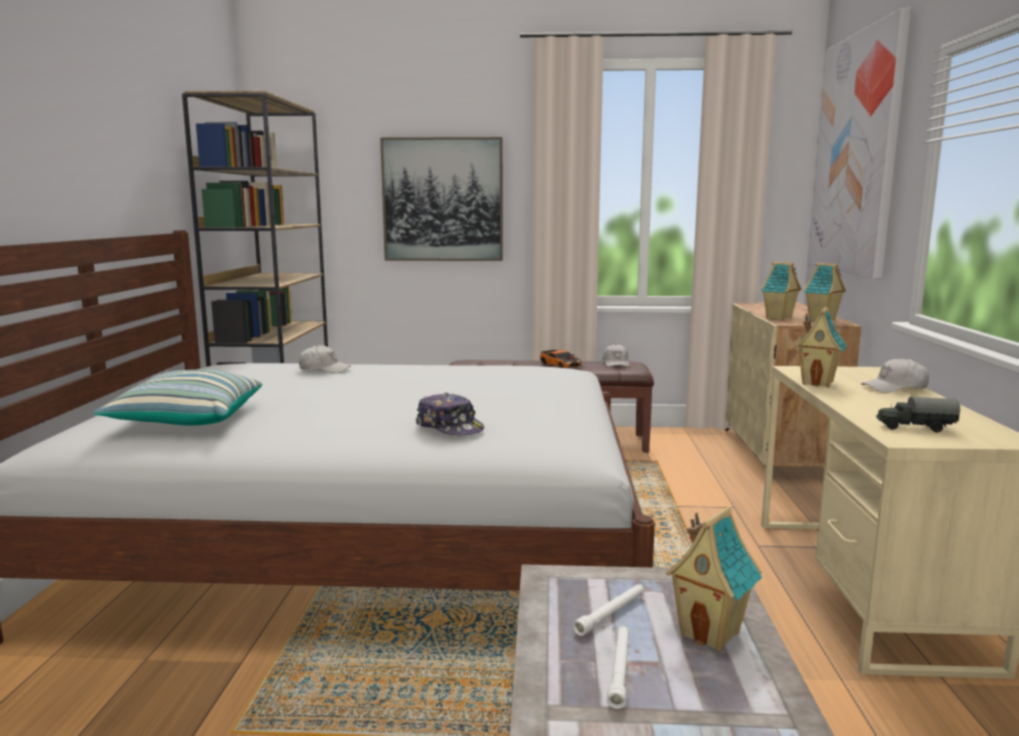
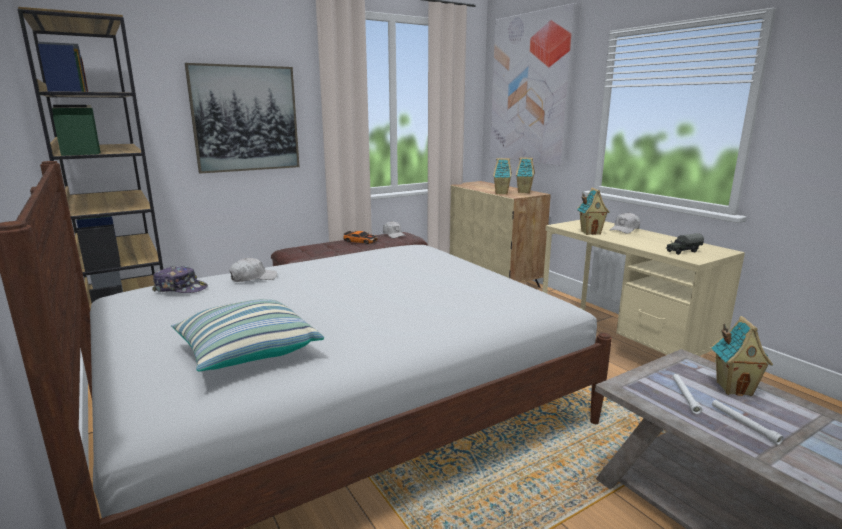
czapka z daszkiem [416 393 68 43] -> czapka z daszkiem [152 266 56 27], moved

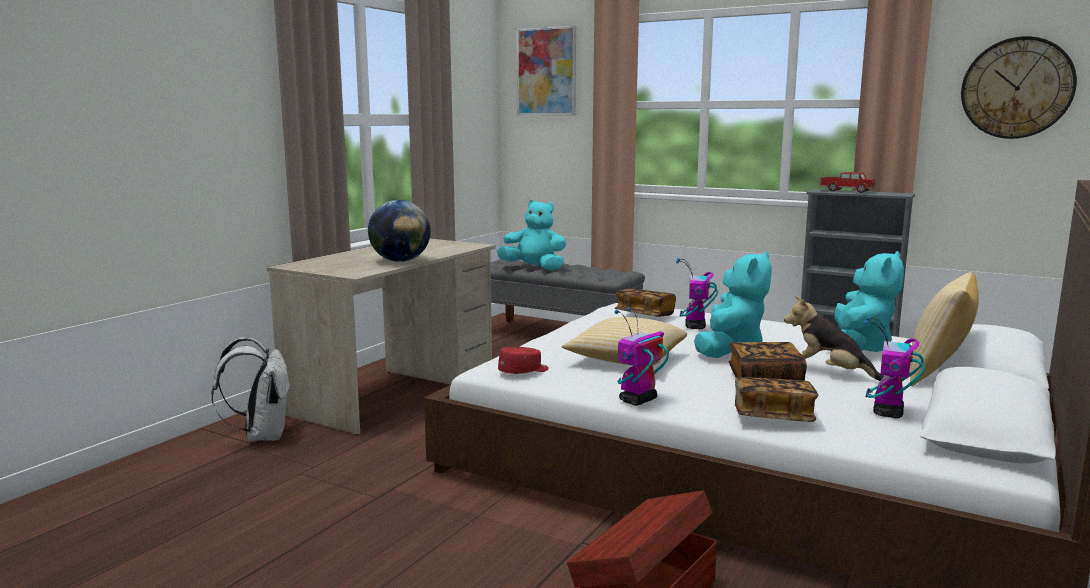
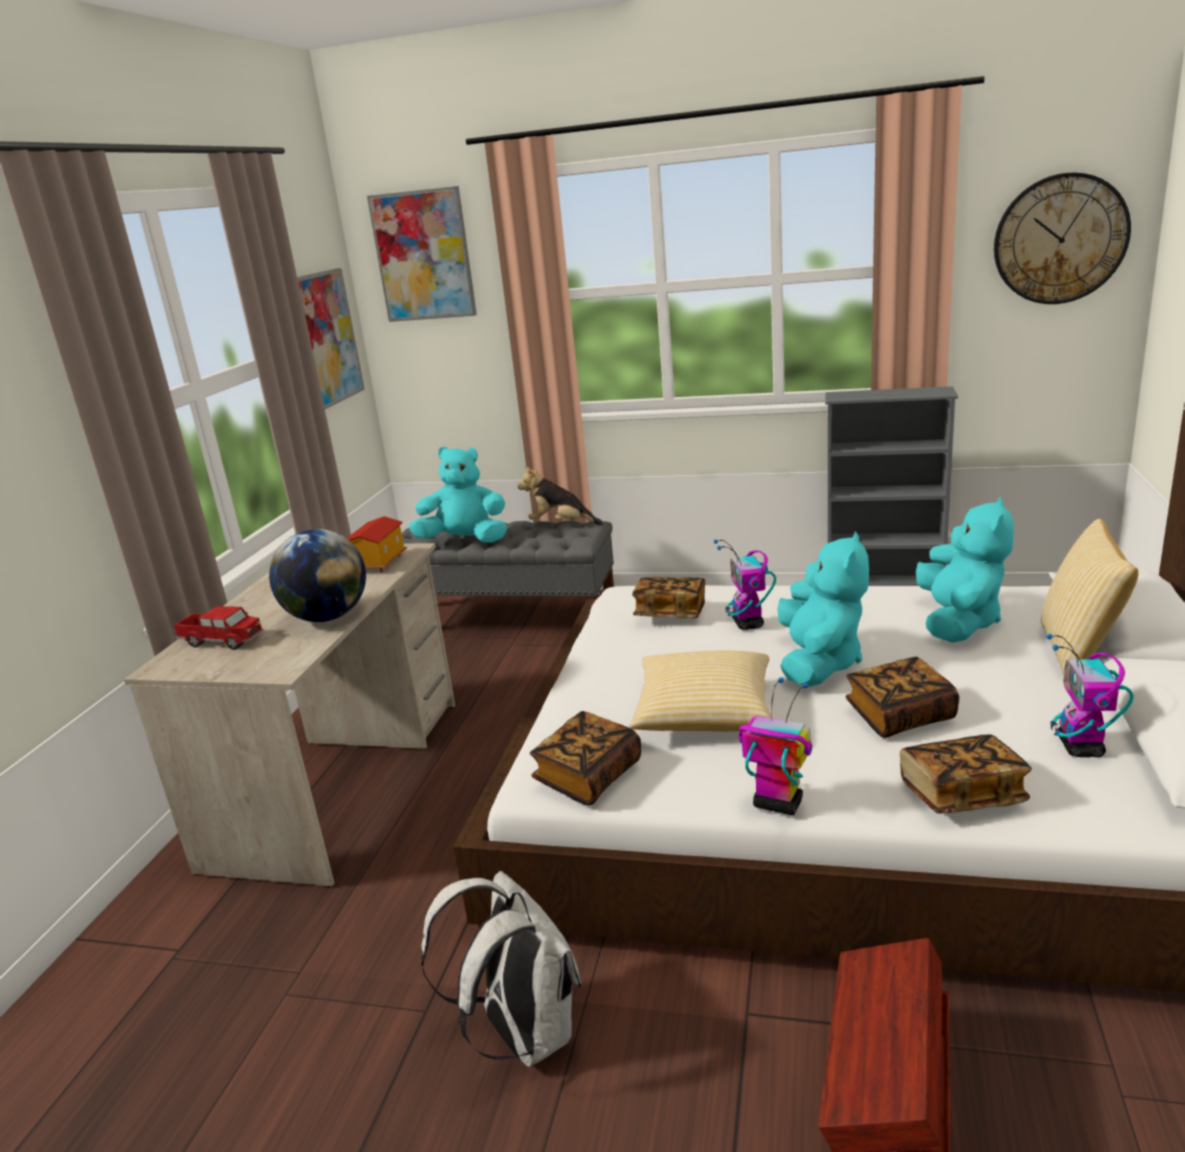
ciężarówka zabawkowa [819 172 57 21] -> ciężarówka zabawkowa [173 606 91 44], moved
none -> obraz [297 268 68 141]
none -> domek [347 516 60 57]
plecak/biały [211 337 80 104] -> plecak/biały [421 871 161 196], moved
pluszak [784 296 101 85] -> pluszak [518 466 85 59], moved
czapka z daszkiem/czerwony [498 347 51 27] -> książka [530 711 111 95]
robot zabawkowy [614 307 55 99] -> robot zabawkowy [739 677 73 138], 90 degrees clockwise

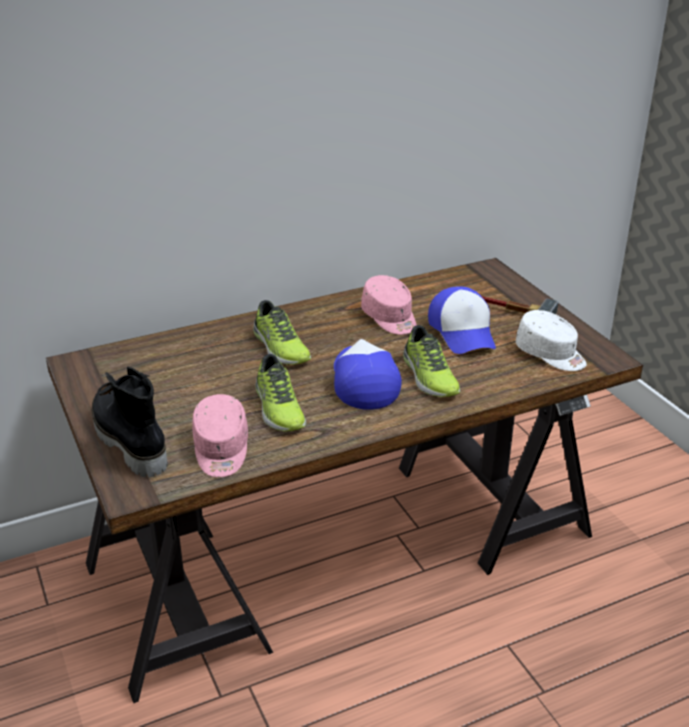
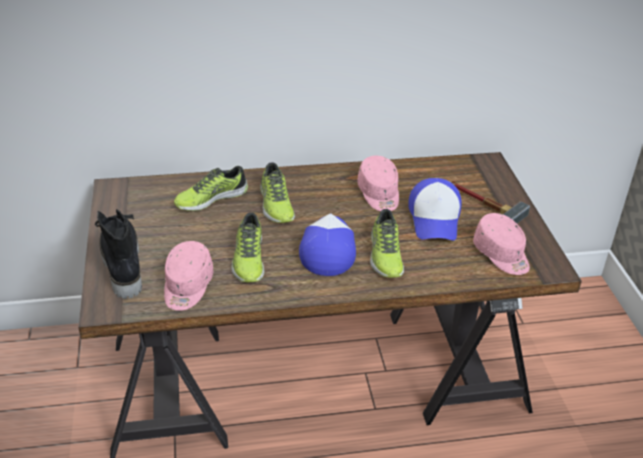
none -> but [174 166 74 45]
czapka z daszkiem/biały [516 310 71 61] -> czapka z daszkiem/różowy [473 213 57 62]

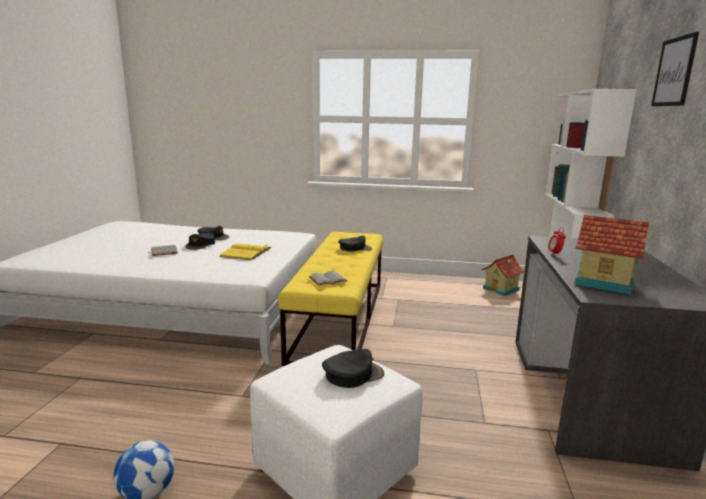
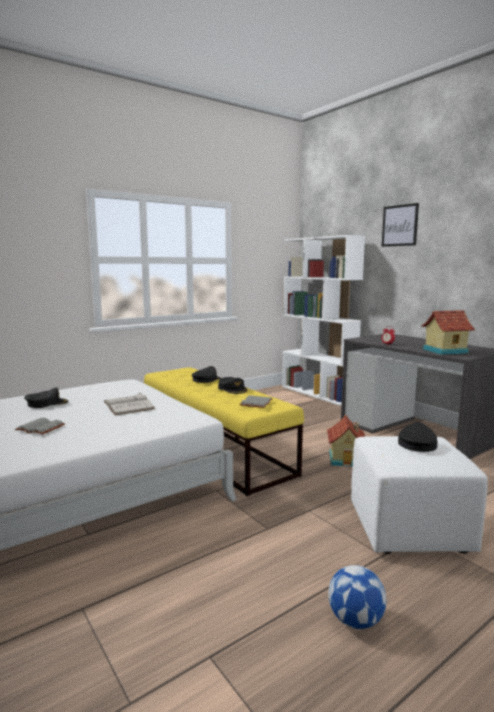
książka/żółty [219 244 52 17] -> książka/biały [104 393 51 23]
czapka z daszkiem/czarny [186 233 29 17] -> czapka z daszkiem/czarny [218 377 29 17], moved
domek [482 255 42 41] -> domek [327 415 38 52], moved

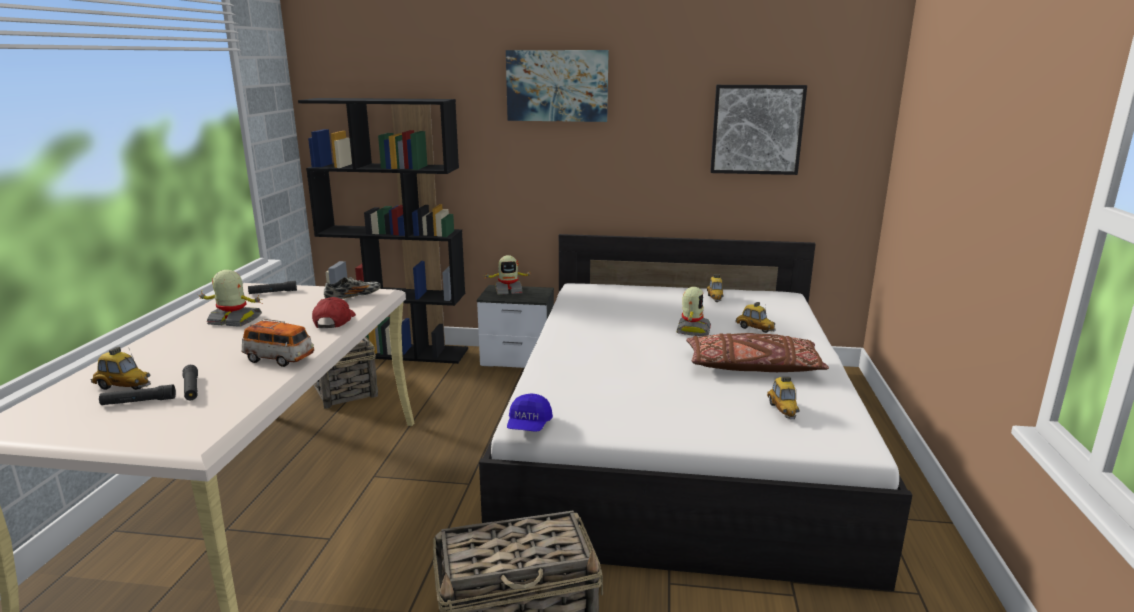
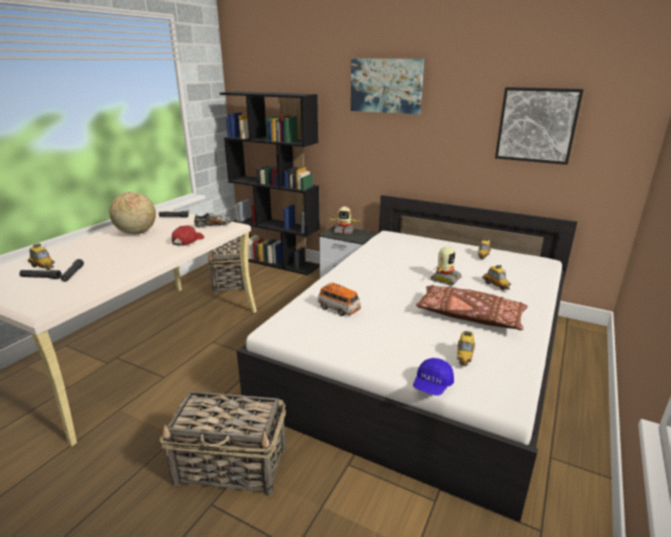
robot zabawkowy [198 270 65 57] -> globus [109 192 47 43]
samochodzik [241 319 73 48] -> samochodzik [318 282 43 34], moved
czapka z daszkiem/niebieski [507 393 46 39] -> czapka z daszkiem/niebieski [413 358 41 38], moved

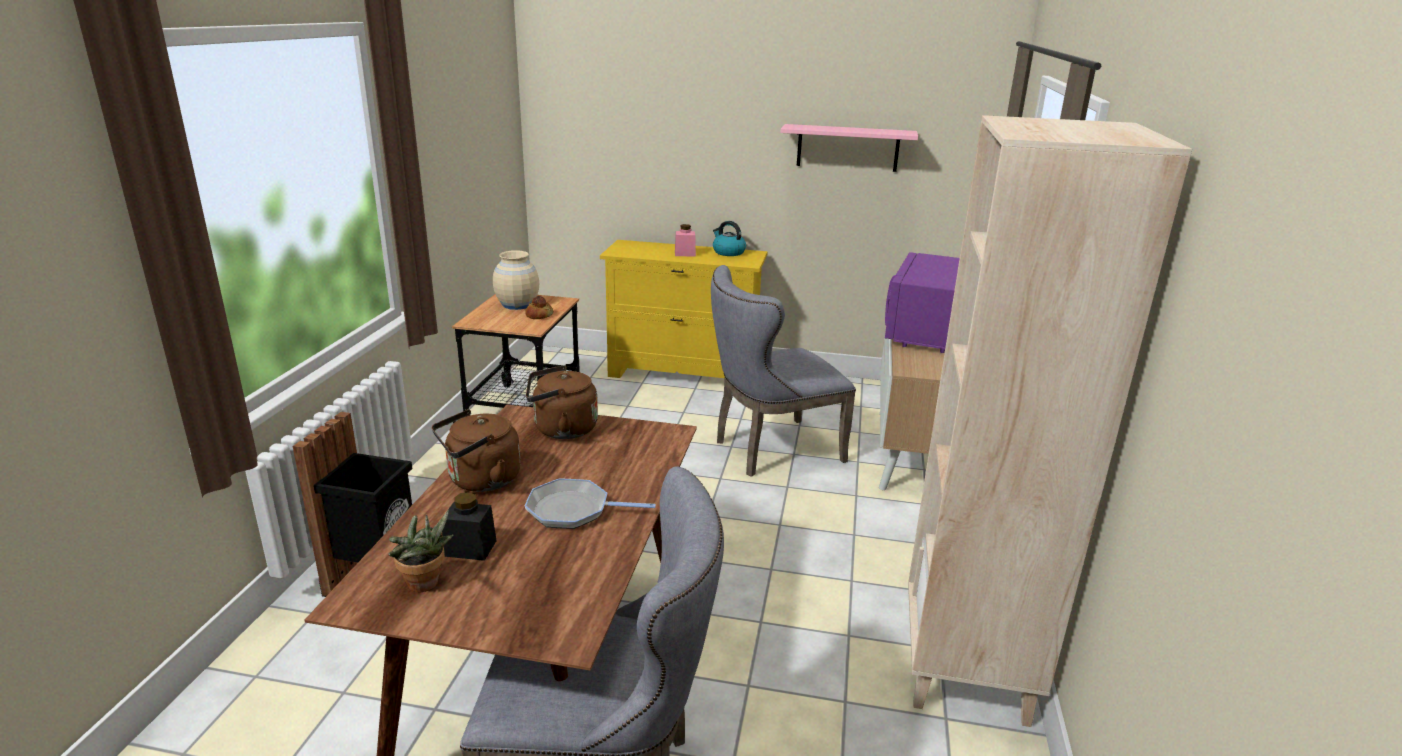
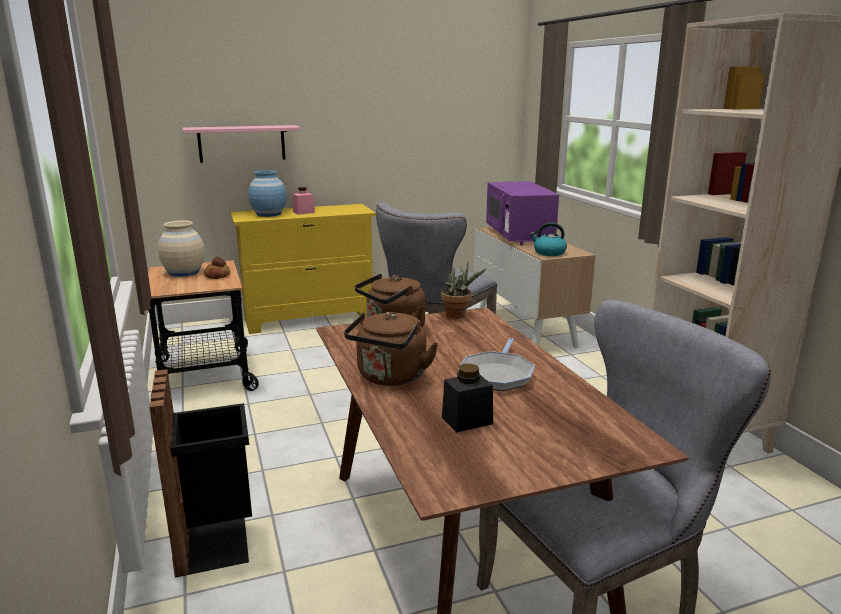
półka/różowy [780 124 138 48] -> półka/różowy [183 125 118 38], moved
none -> wazon/niebieski [248 170 39 47]
roślina doniczkowa [388 510 66 82] -> roślina doniczkowa [441 262 45 57], moved
patelnia [525 478 131 51] -> patelnia [461 338 74 53], 45 degrees counterclockwise
czajnik [713 221 33 35] -> czajnik [530 223 37 33], moved

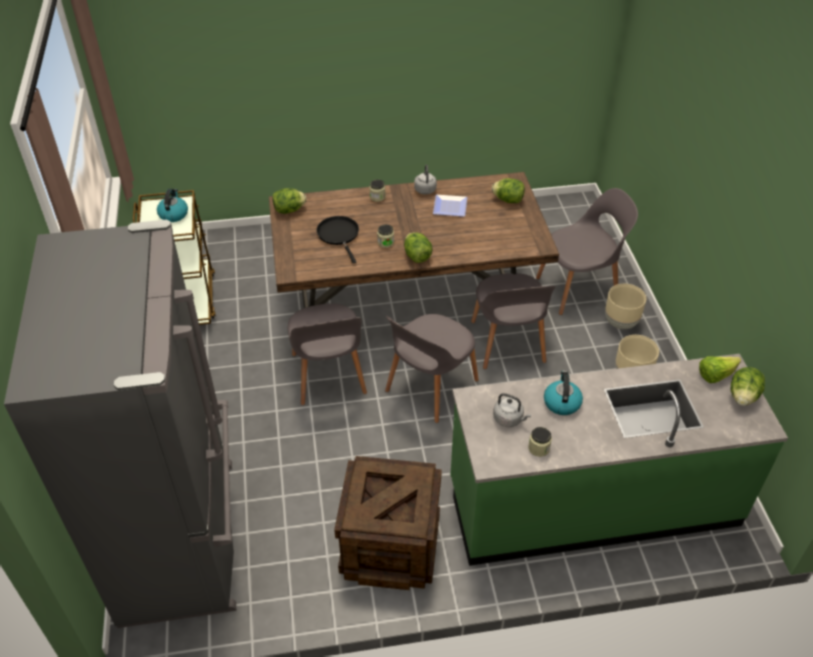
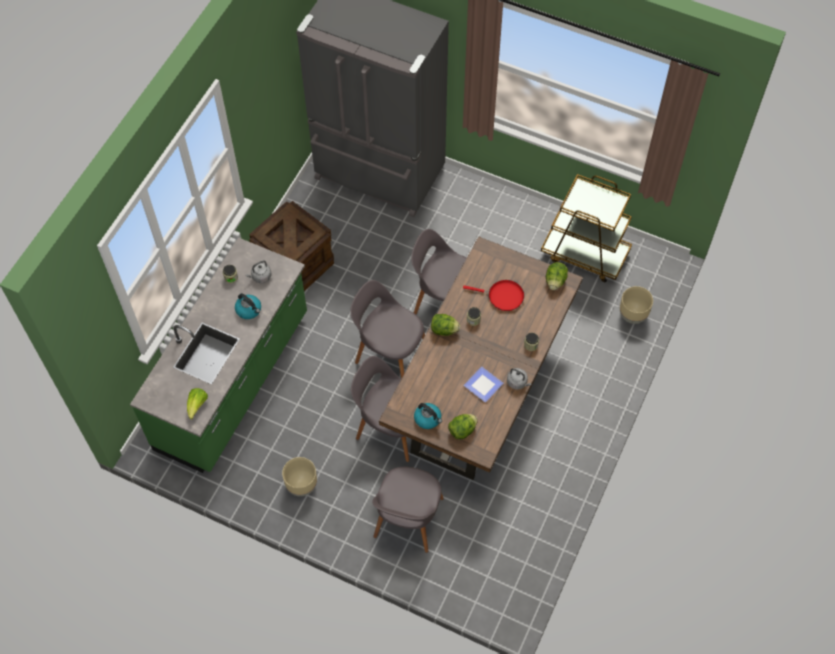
krzesło/szary [385 314 94 109] -> krzesło/szary [350 280 75 99], 45 degrees counterclockwise
czajnik [157 189 31 33] -> czajnik [414 403 28 26], moved
patelnia/czarny [316 216 43 48] -> patelnia/czerwony [463 280 61 31]
donica/beżowy [605 284 41 45] -> donica/beżowy [620 286 33 38], moved
sałata [730 367 35 39] -> none

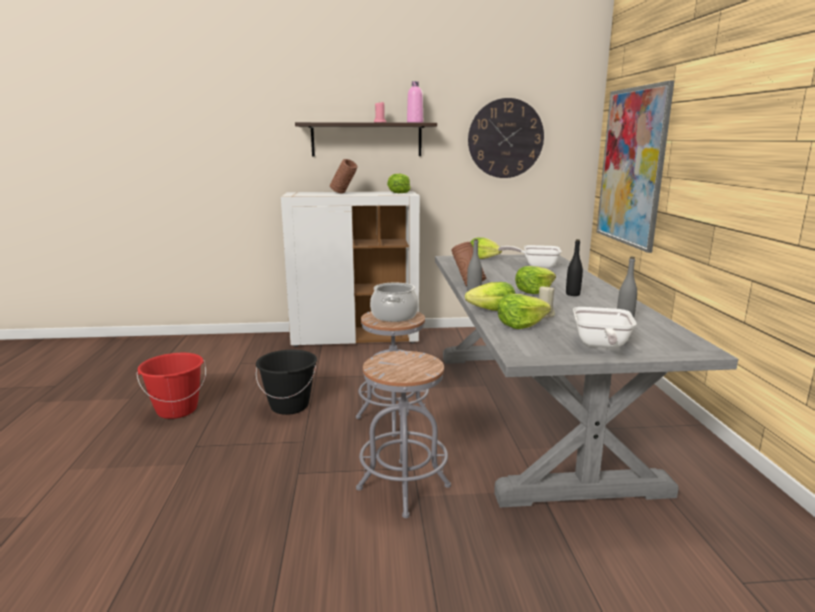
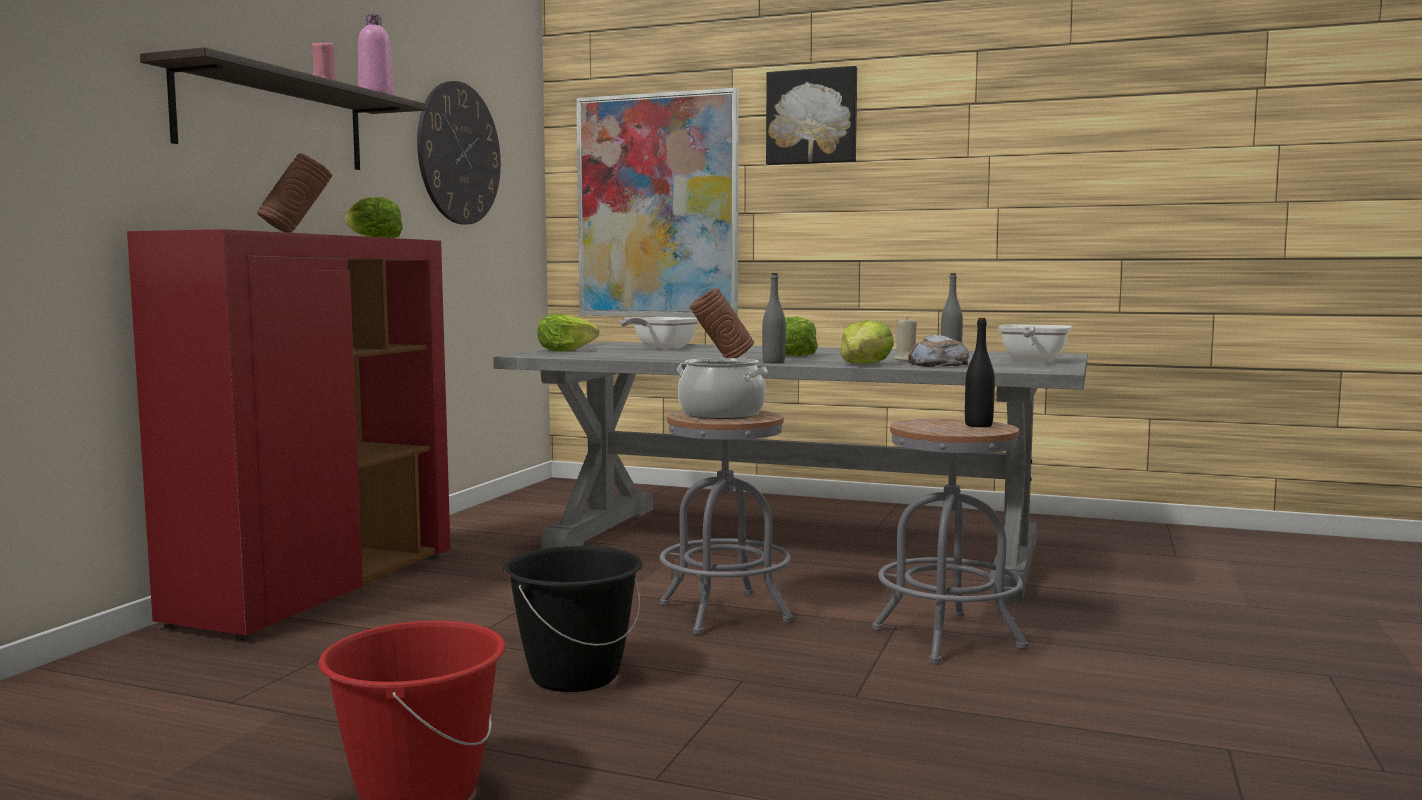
szafka/biały [281 191 139 156] -> szafka/czerwony [127 229 323 411]
none -> obraz [766 66 91 99]
sałata [498 294 53 35] -> chleb [908 334 61 33]
butelka/czarny [566 239 17 57] -> butelka/czarny [965 318 30 109], moved
patelnia [573 307 64 41] -> patelnia [999 324 73 38], 75 degrees clockwise

